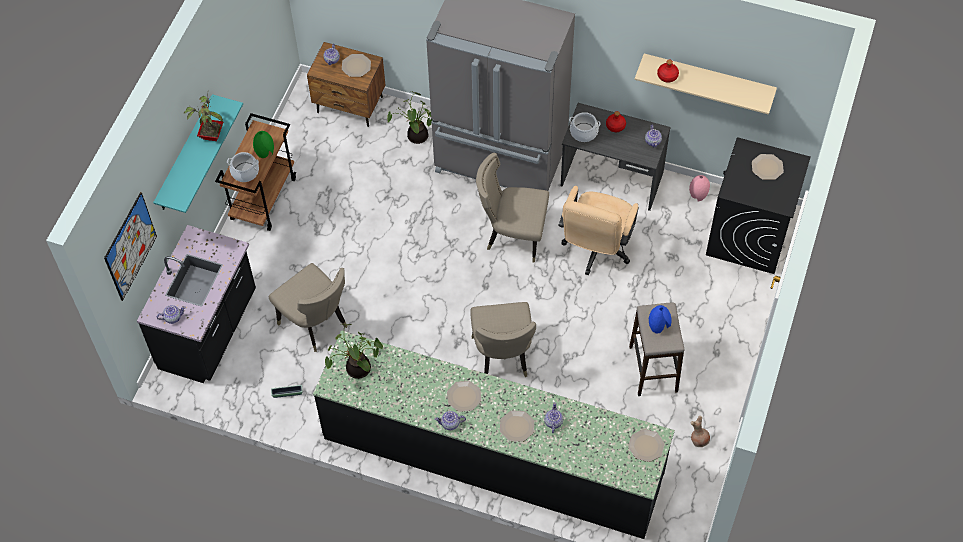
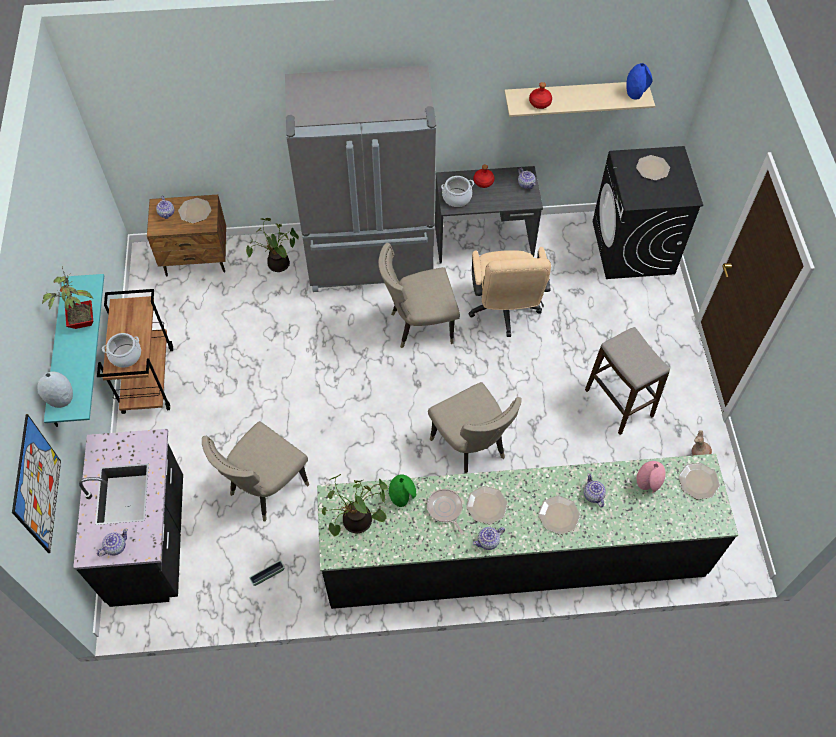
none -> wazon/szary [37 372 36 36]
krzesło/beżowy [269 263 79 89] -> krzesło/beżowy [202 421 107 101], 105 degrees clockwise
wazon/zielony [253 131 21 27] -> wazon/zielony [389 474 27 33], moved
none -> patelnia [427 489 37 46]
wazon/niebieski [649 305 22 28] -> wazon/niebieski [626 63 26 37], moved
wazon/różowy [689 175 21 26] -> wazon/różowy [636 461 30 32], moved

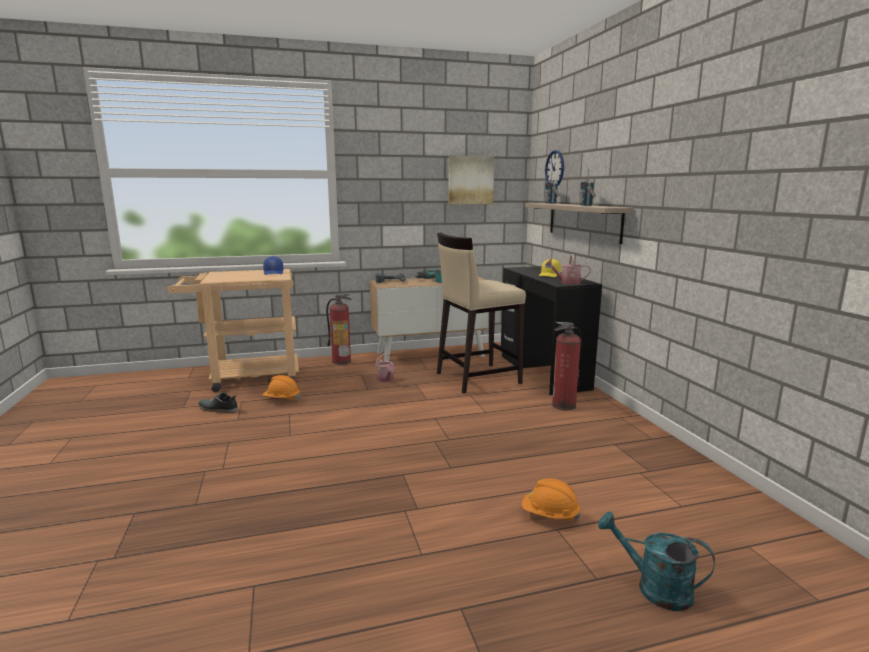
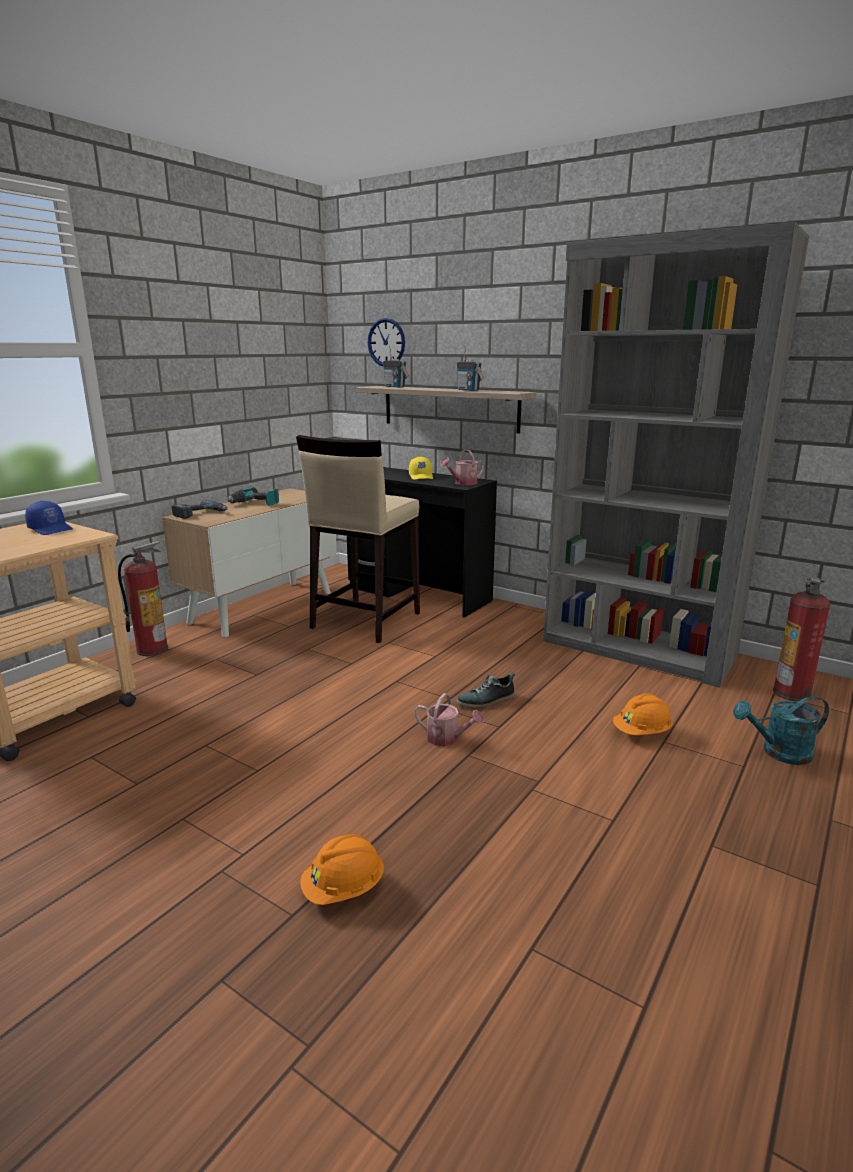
kask/pomarańczowy [263 375 37 25] -> kask/pomarańczowy [300 834 84 71], moved
konewka [375 354 20 28] -> konewka [414 693 70 53], moved
but [198 392 40 21] -> but [456 673 59 35], moved
none -> regał/szary [543 222 266 466]
gaśnica [552 322 30 88] -> gaśnica [773 577 57 125], moved
obraz [448 155 46 49] -> none

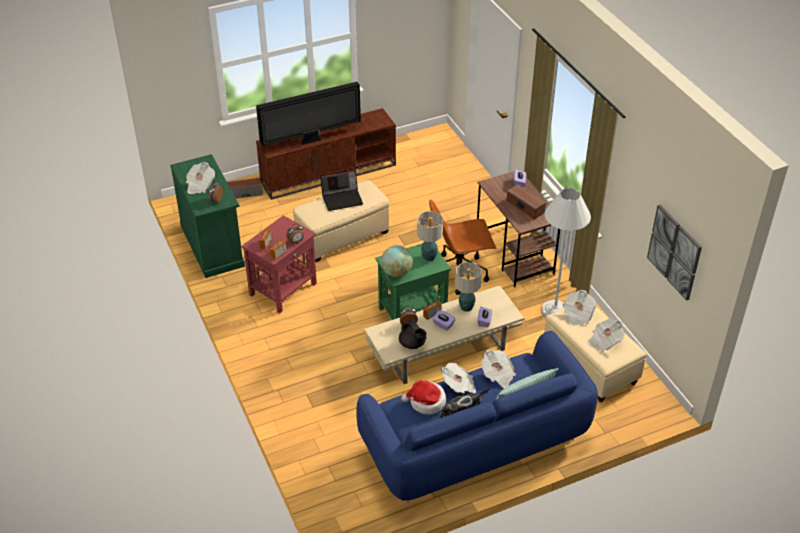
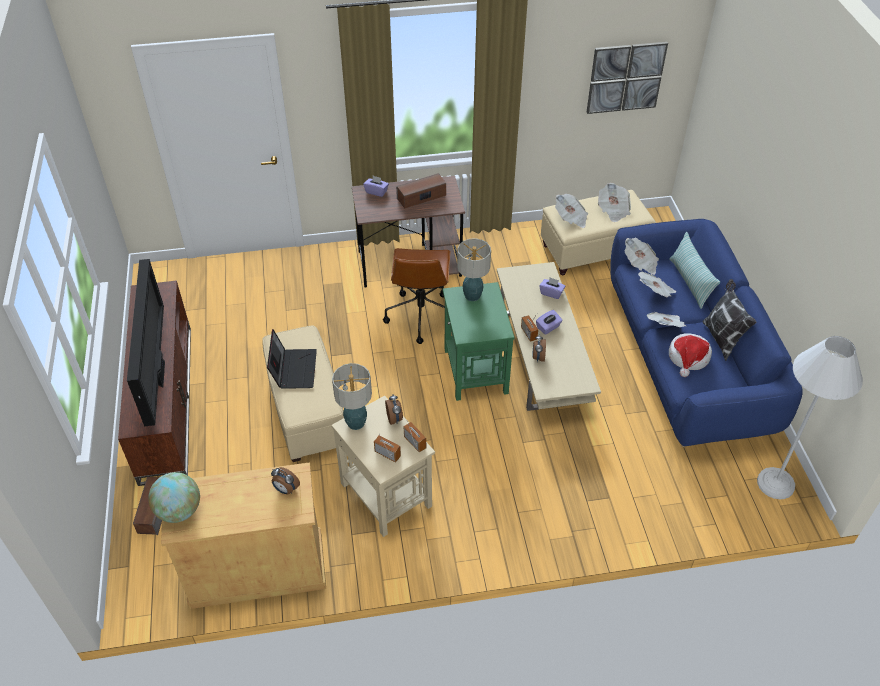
globus [381 245 32 32] -> globus [148 472 52 51], moved
szafka/zielony [170 154 75 124] -> szafka/beżowy [161 462 165 147]
stolik/czerwony [241 215 76 98] -> stolik/beżowy [331 396 104 141]
lampa stołowa [455 262 27 50] -> lampa stołowa [332 363 40 67], moved
gazeta [186 162 29 32] -> gazeta [625 238 34 37], moved
lampa stojąca/biały [542 188 49 129] -> lampa stojąca/biały [757 336 106 163], moved
imbryk/czarny [399 320 27 29] -> none

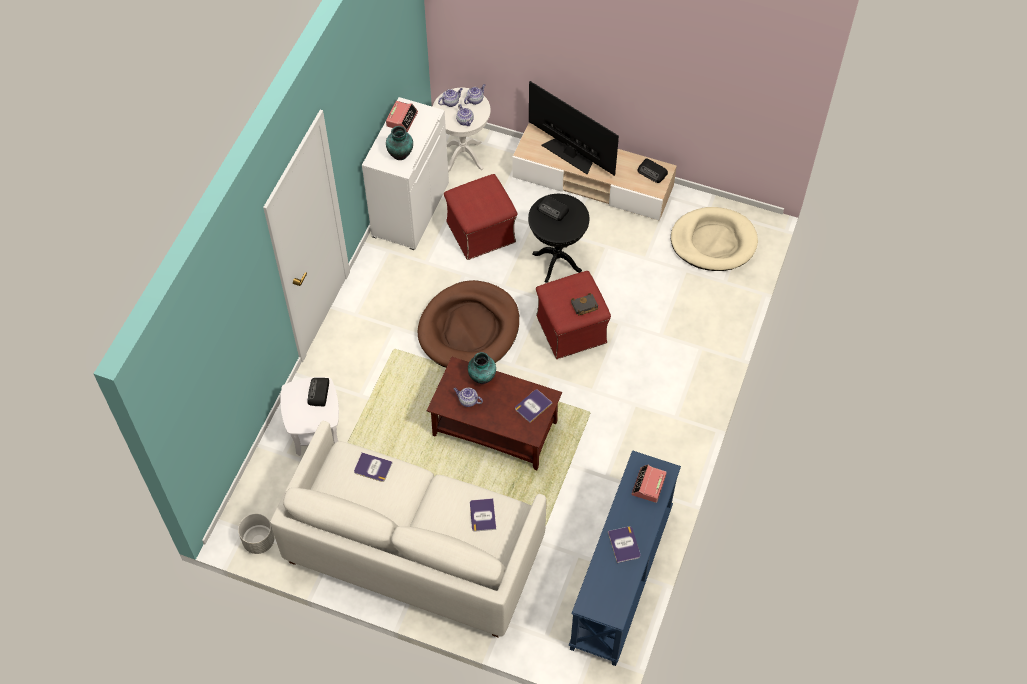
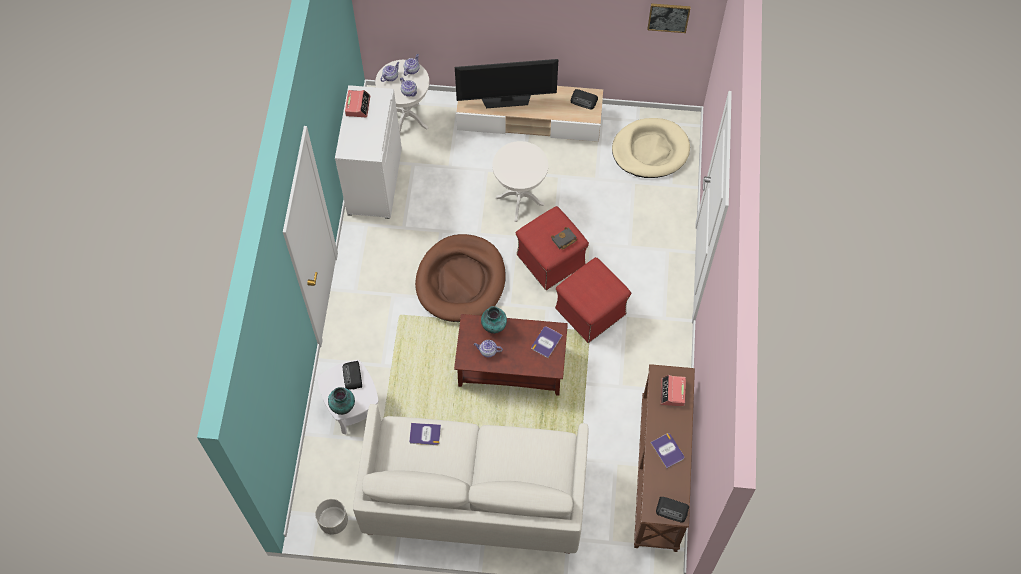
wazon [386 126 27 34] -> wazon [328 387 27 28], moved
telewizor [529 81 90 95] -> telewizor [455 59 103 49], 150 degrees clockwise
stolik/czarny [528 194 61 89] -> stolik/biały [492 141 56 81]
pufa/czerwony [444 174 73 86] -> pufa/czerwony [555 257 76 86], moved
stolik konsolowy/niebieski [569 450 112 216] -> stolik konsolowy/brązowy [634 364 61 188]
none -> obraz [647 3 44 30]
radio [537 196 32 25] -> radio [656 497 33 26], moved
książka [470 498 26 34] -> none

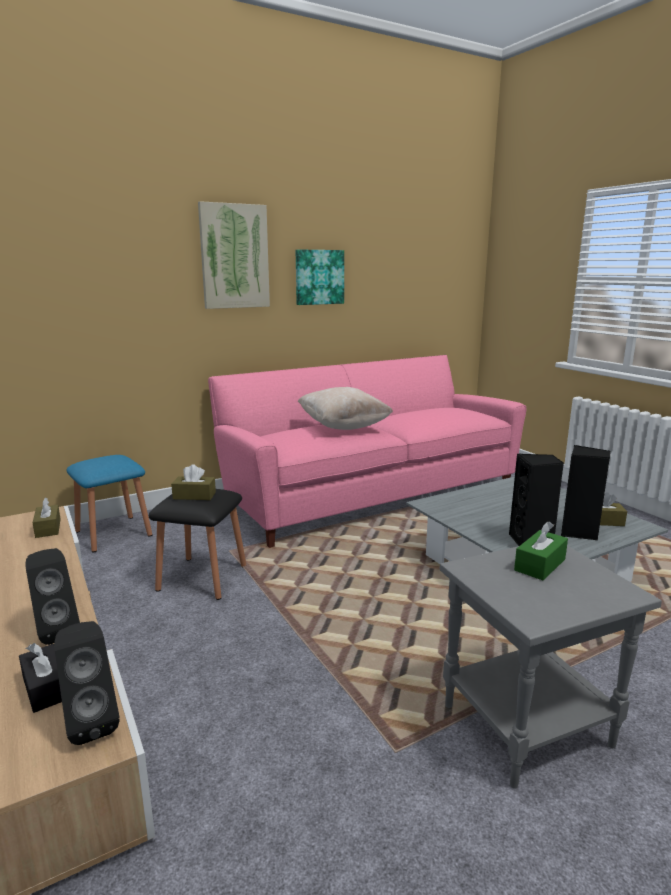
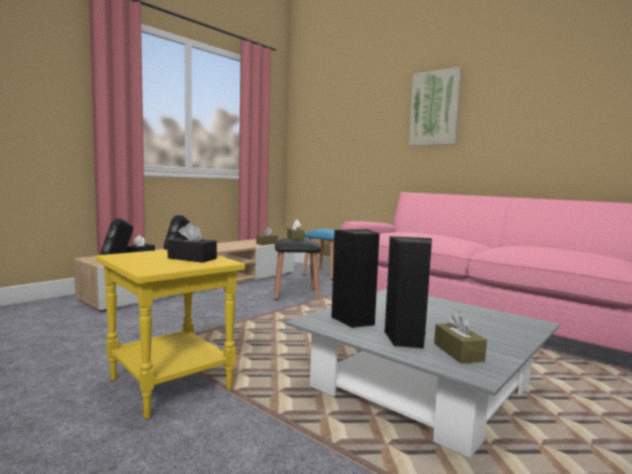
stolik/szary [440 546 222 243] -> stolik/żółty [96 249 149 170]
pudełko chusteczek/zielony [514 522 54 58] -> pudełko chusteczek/czarny [167 222 50 41]
obraz [296 249 48 56] -> none
poduszka/beżowy [298 387 95 43] -> none

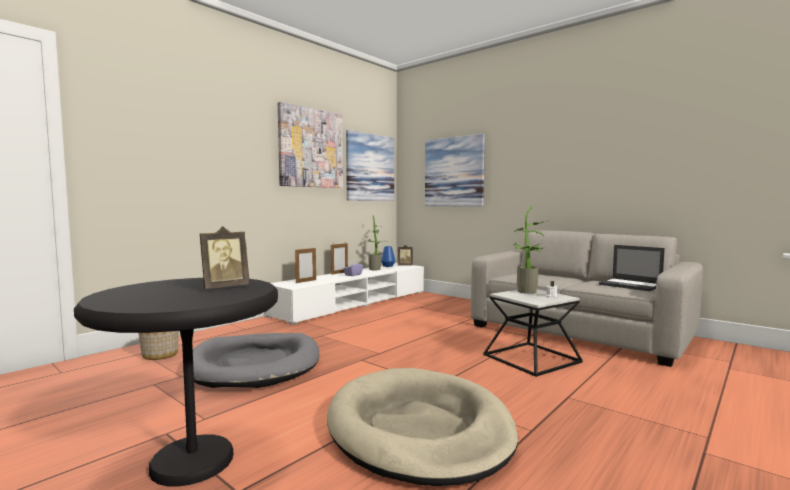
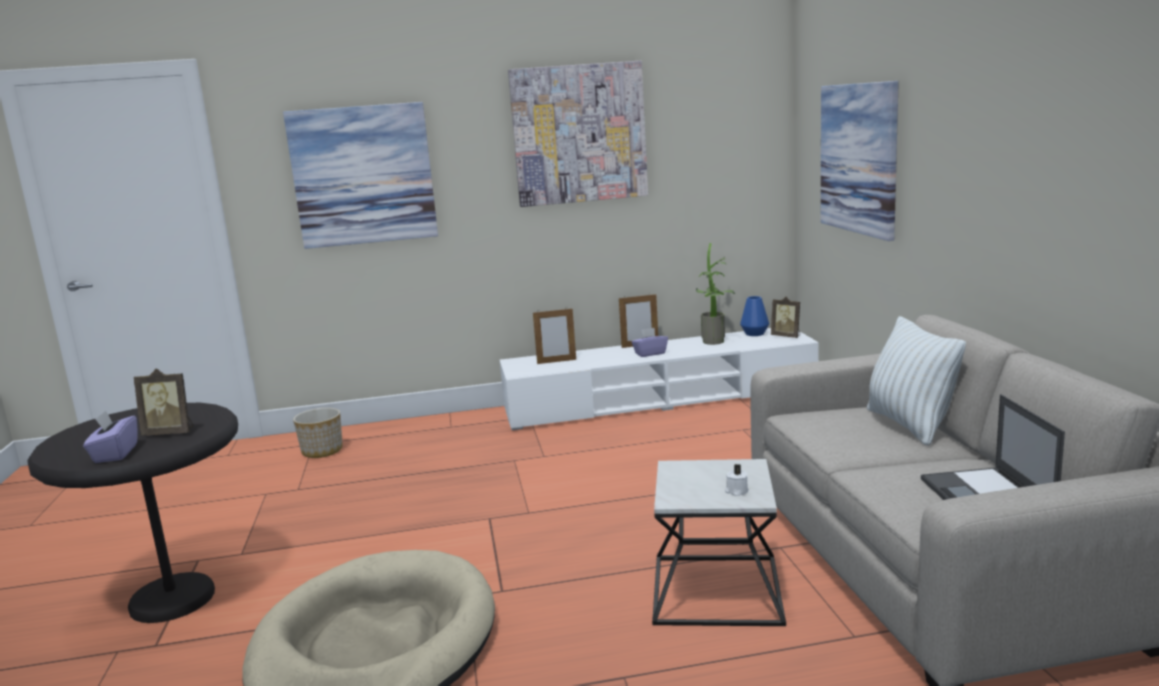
none -> pudełko chusteczek/fioletowy [83 410 55 53]
obraz [346 130 48 71] -> obraz [283 102 155 147], moved
none -> poduszka/biały [867 316 99 130]
legowisko/szary [183 333 136 55] -> none
roślina doniczkowa [513 205 36 89] -> none

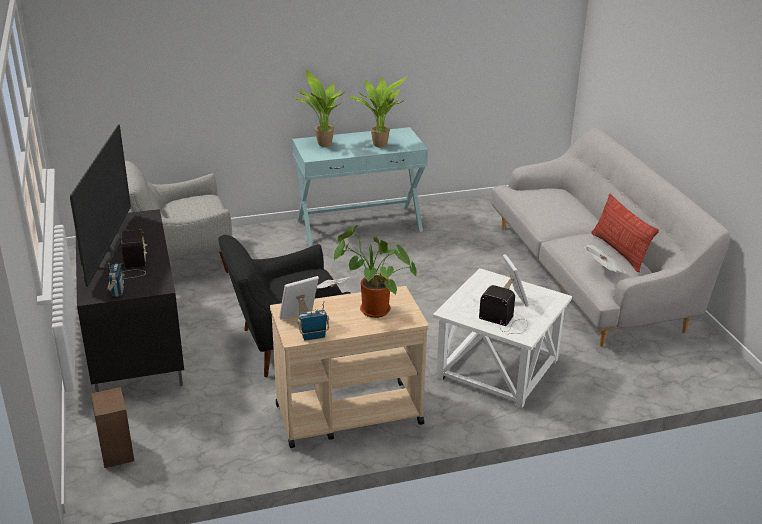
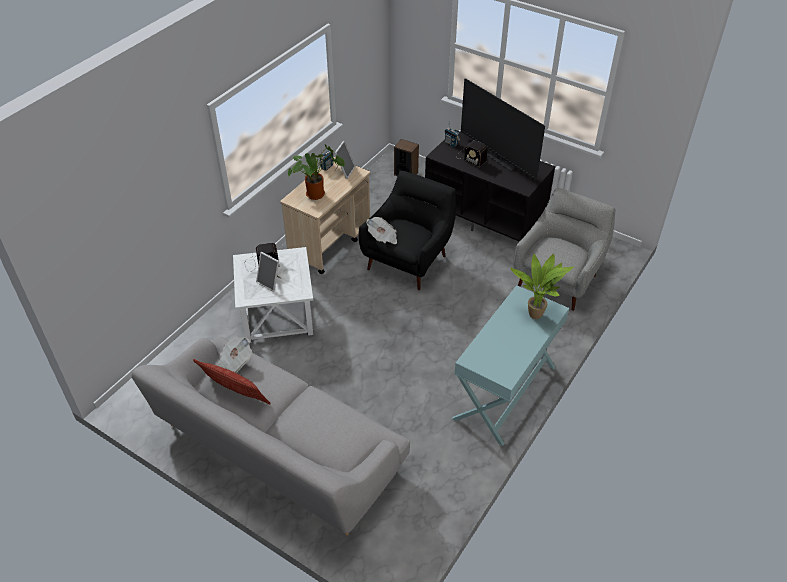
roślina doniczkowa [348 75 60 73] -> none

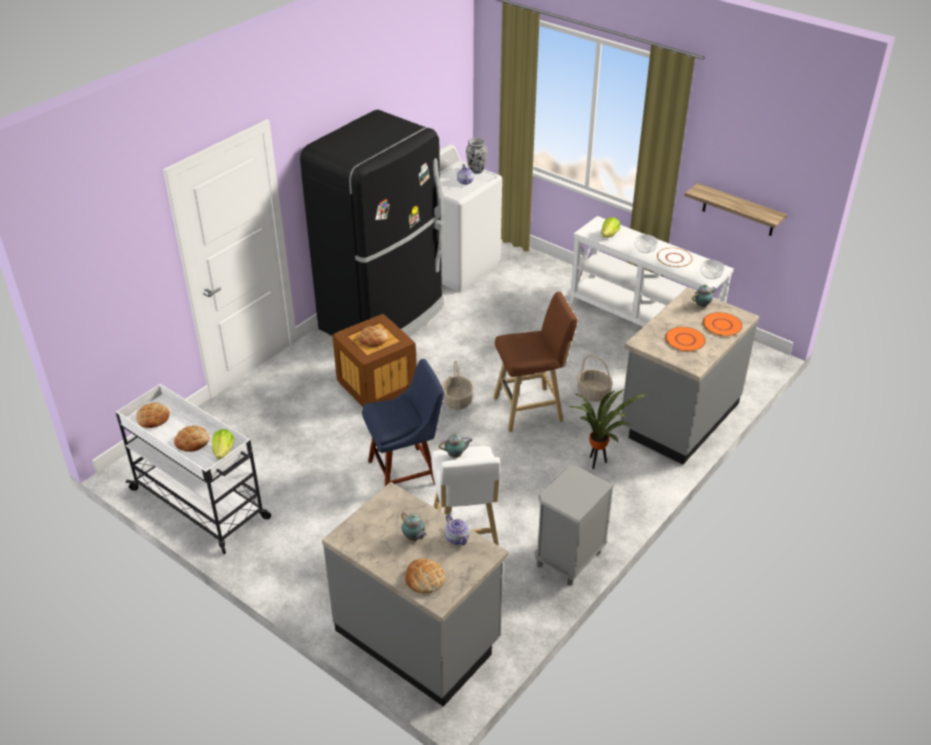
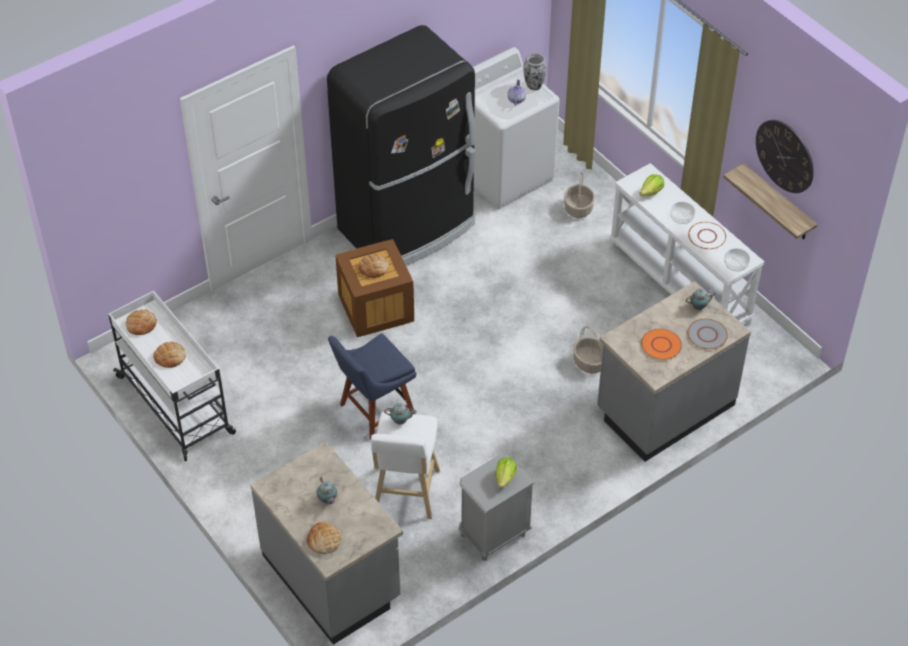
krzesło/niebieski [362 359 82 127] -> krzesło/niebieski [328 333 89 106], 150 degrees clockwise
sałata [212 429 22 30] -> sałata [495 457 22 32], moved
koszyk [441 360 33 50] -> koszyk [564 172 31 46], moved
talerz/pomarańczowy [703 312 39 24] -> talerz/szary [687 319 41 30]
none -> zegar ścienny [756 120 58 73]
imbryk [445 514 25 31] -> none
stołek/brązowy [493 292 85 140] -> none
roślina doniczkowa [569 389 79 80] -> none

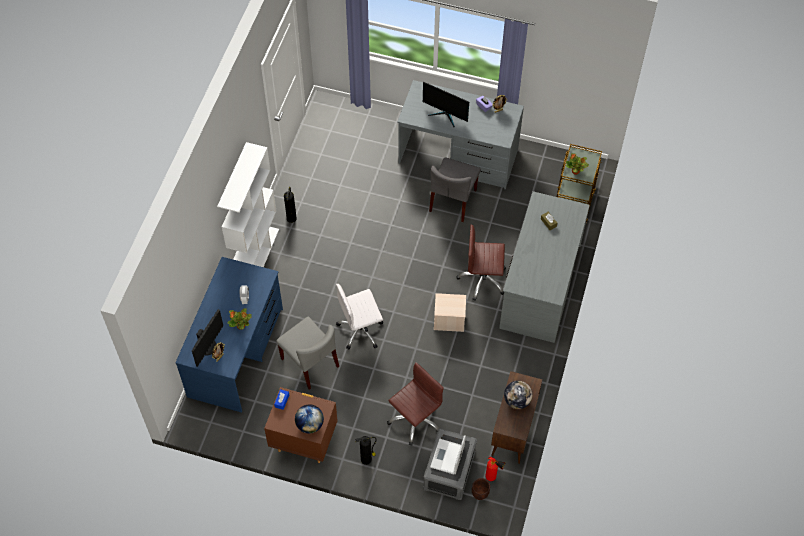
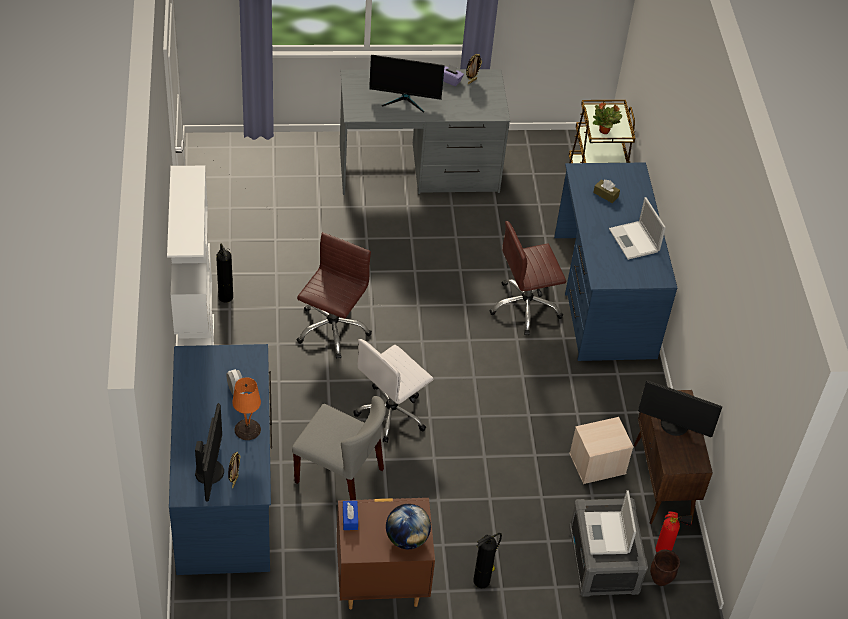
roślina doniczkowa [228 308 24 22] -> lampa stołowa/pomarańczowy [232 377 29 63]
krzesło biurowe/brązowy [387 362 57 83] -> krzesło biurowe/brązowy [297 232 75 127], moved
biurko/szary [499 191 91 152] -> biurko/niebieski [554 163 123 198]
pojemnik do przechowywania/beżowy [434 293 32 39] -> pojemnik do przechowywania/beżowy [569 417 65 67], moved
none -> laptop [609 197 57 63]
globus [504 381 29 28] -> monitor [638 380 84 57]
krzesło/szary [429 157 52 65] -> none

